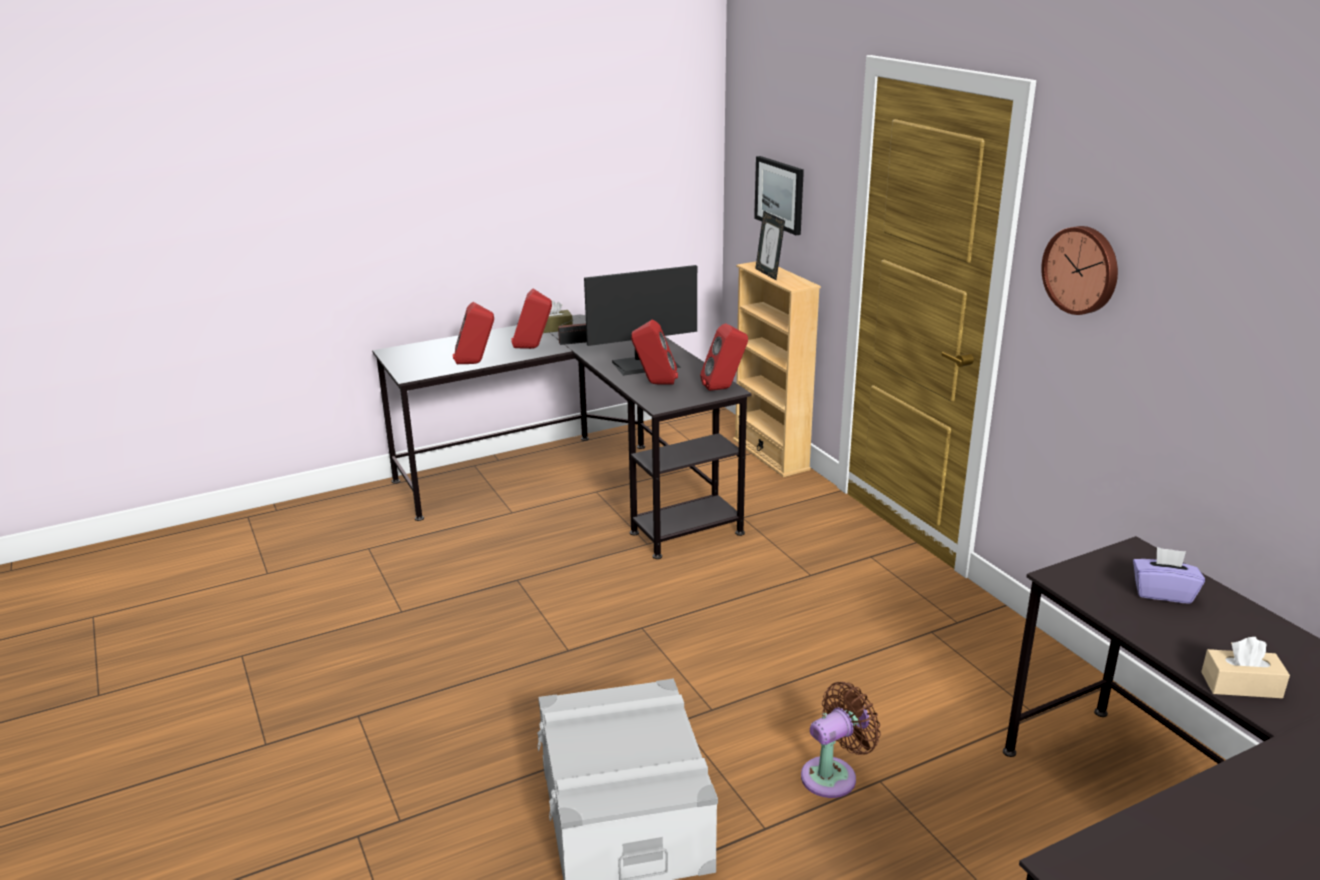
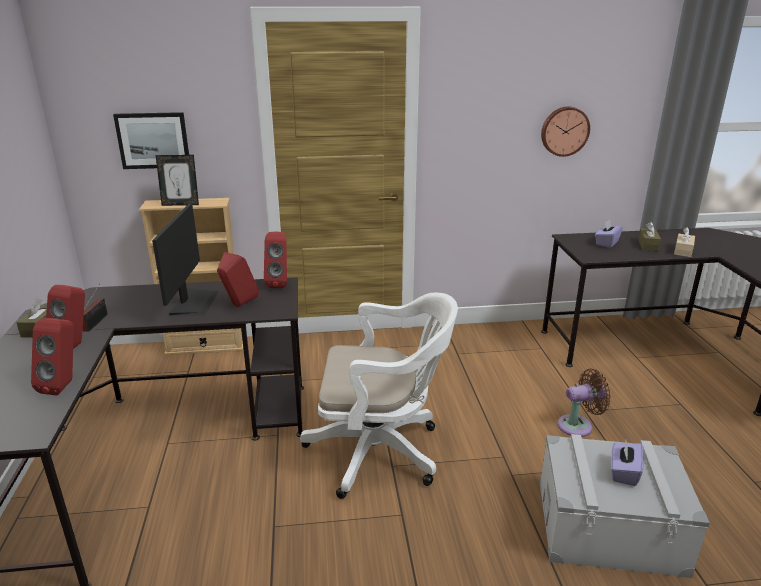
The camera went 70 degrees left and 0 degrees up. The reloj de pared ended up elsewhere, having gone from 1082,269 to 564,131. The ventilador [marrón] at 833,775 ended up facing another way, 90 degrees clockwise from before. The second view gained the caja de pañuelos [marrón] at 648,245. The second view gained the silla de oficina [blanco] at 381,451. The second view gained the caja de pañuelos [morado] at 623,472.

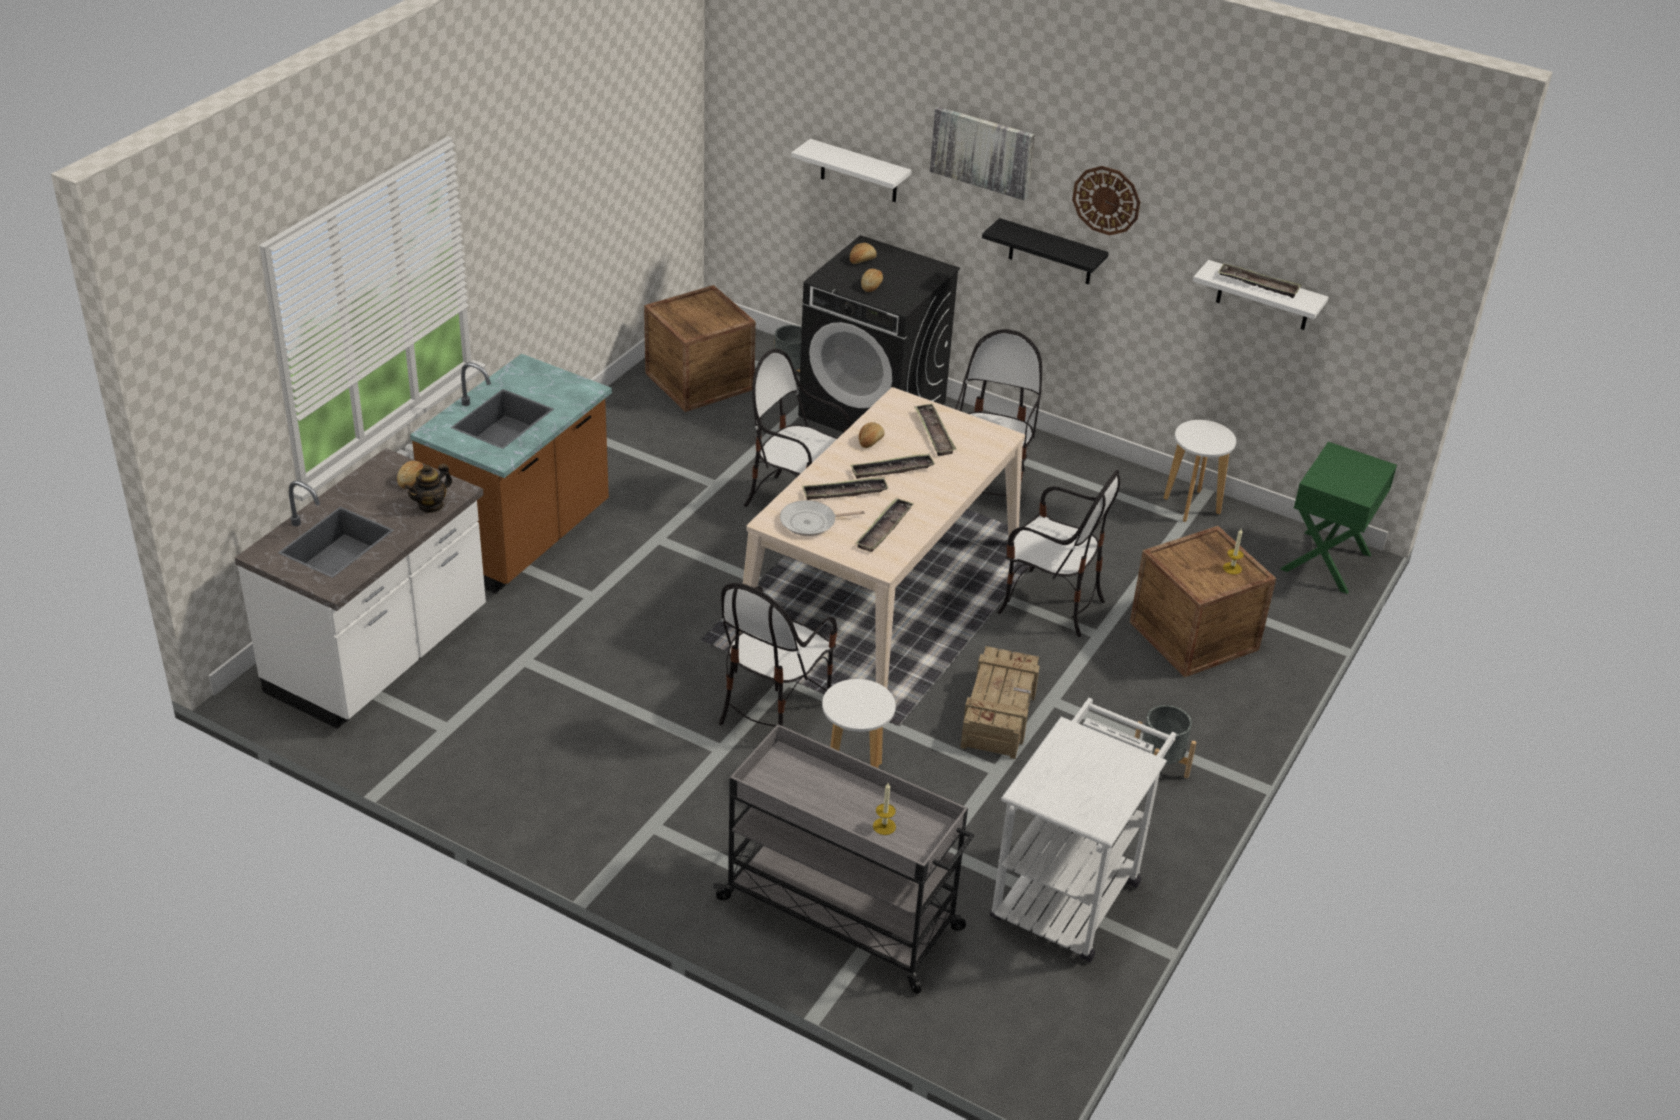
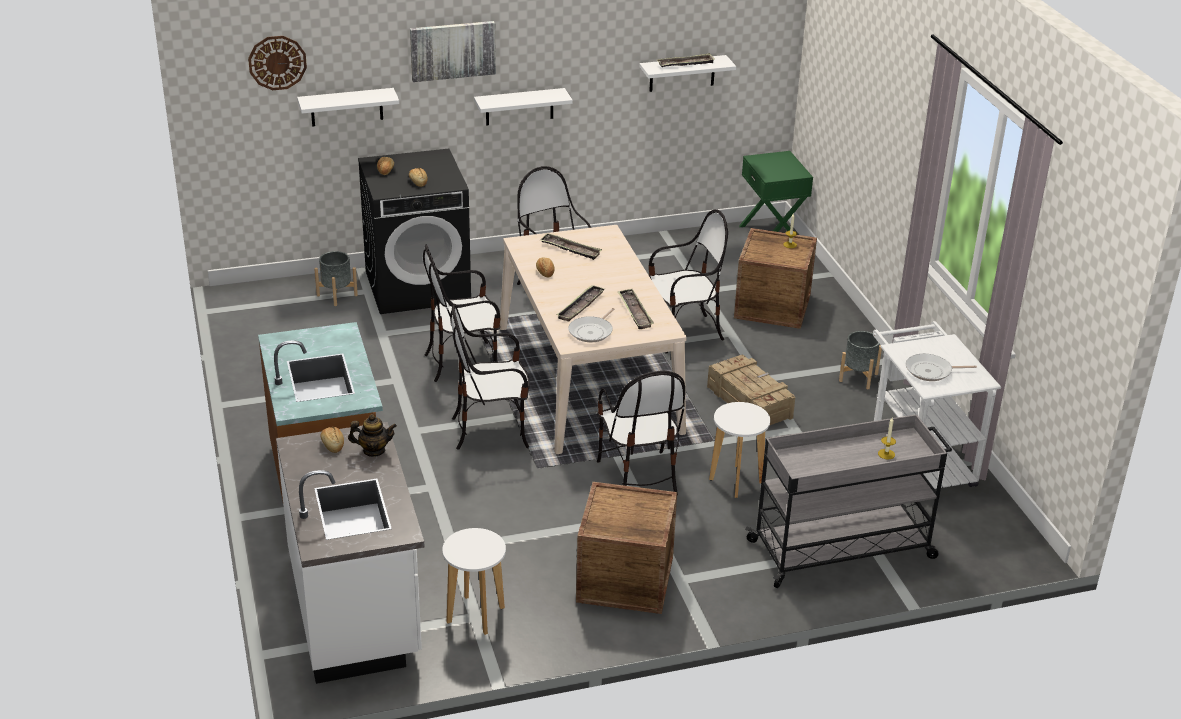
The camera went 45 degrees left and 5 degrees down. The reloj de pared ended up elsewhere, having gone from 1106,200 to 277,62. What was the estante [negro] at 1051,252 turned into the estante [blanco] at 519,107. The caja de embalaje ended up elsewhere, having gone from 699,381 to 625,579. The taburete [blanco] ended up elsewhere, having gone from 1192,506 to 475,615. The second view lost the bandeja at 892,470. The tetera at 431,505 ended up facing another way, 90 degrees counterclockwise from before. The second view gained the silla at 491,430. The second view gained the sartén at 931,371.

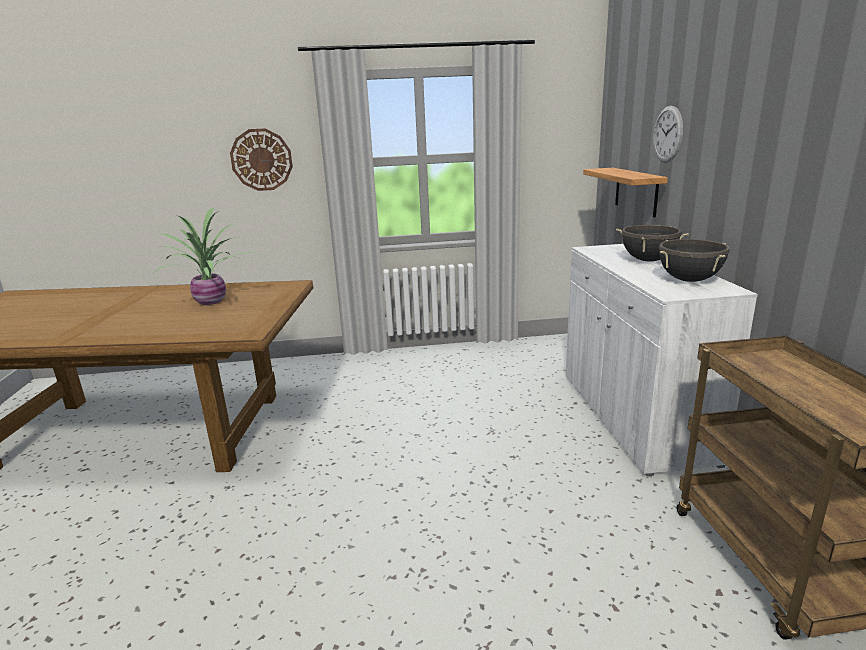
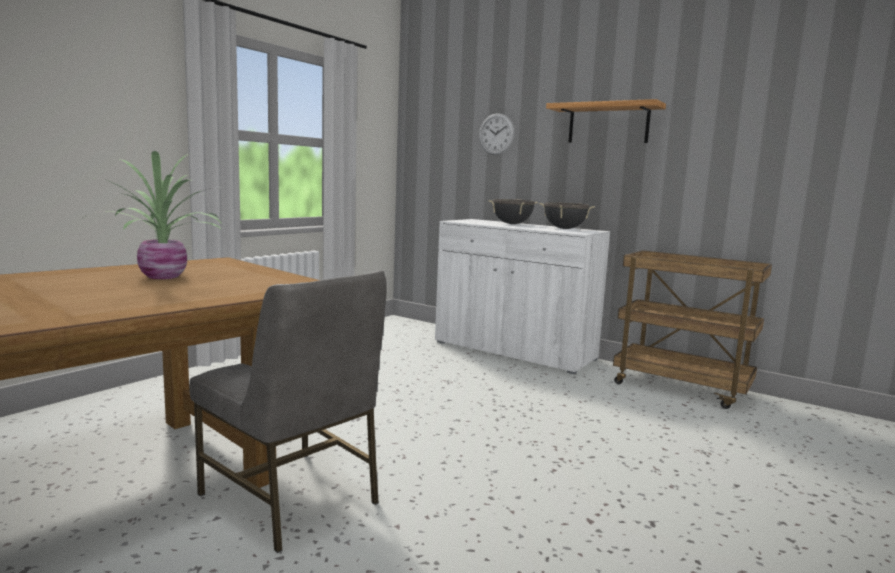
The camera went 50 degrees left and 10 degrees down. The second view lost the reloj de pared at 261,160. The estante ended up elsewhere, having gone from 636,191 to 608,124. The second view gained the silla [gris] at 292,499.

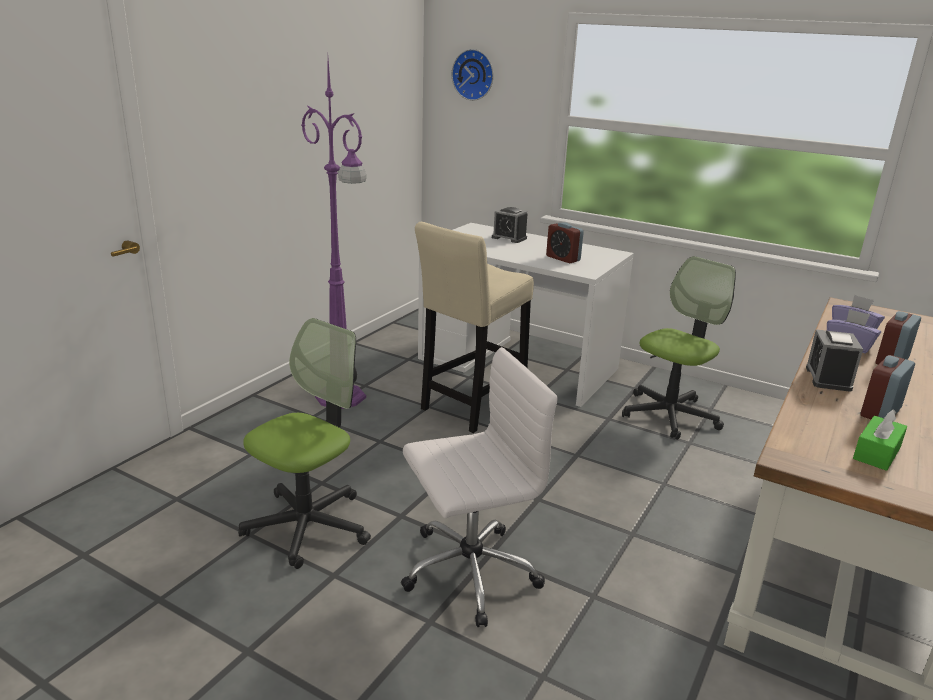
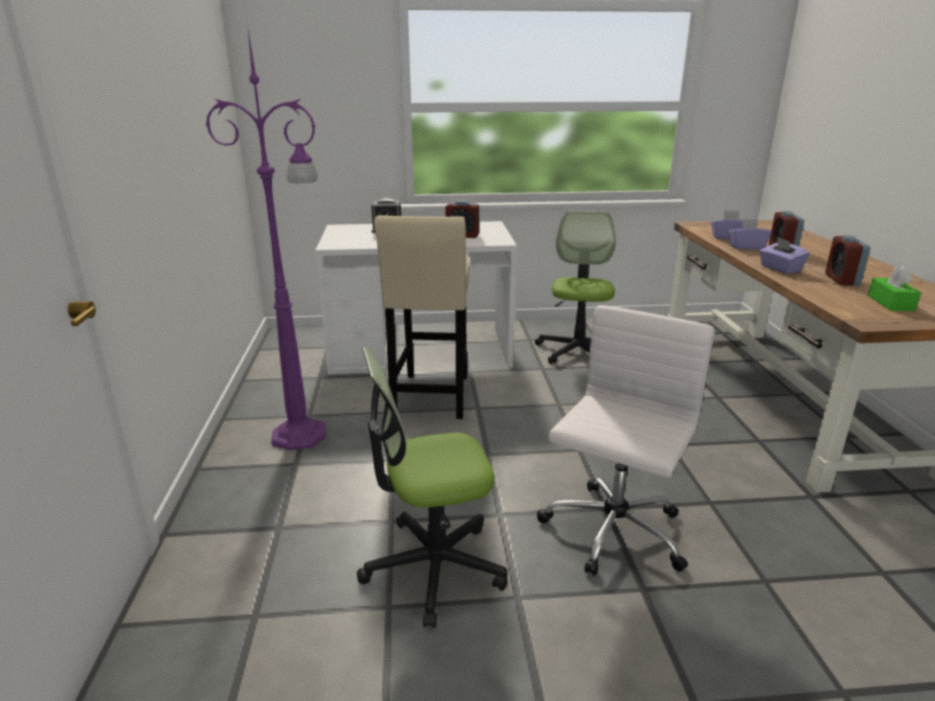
The camera went 35 degrees left and 0 degrees up. The second view lost the reloj de pared at 474,75. The silla de oficina at 308,525 ended up facing another way, 105 degrees counterclockwise from before. Where the despertador stood at 828,378, the caja de pañuelos [morado] came to stand at 780,269.

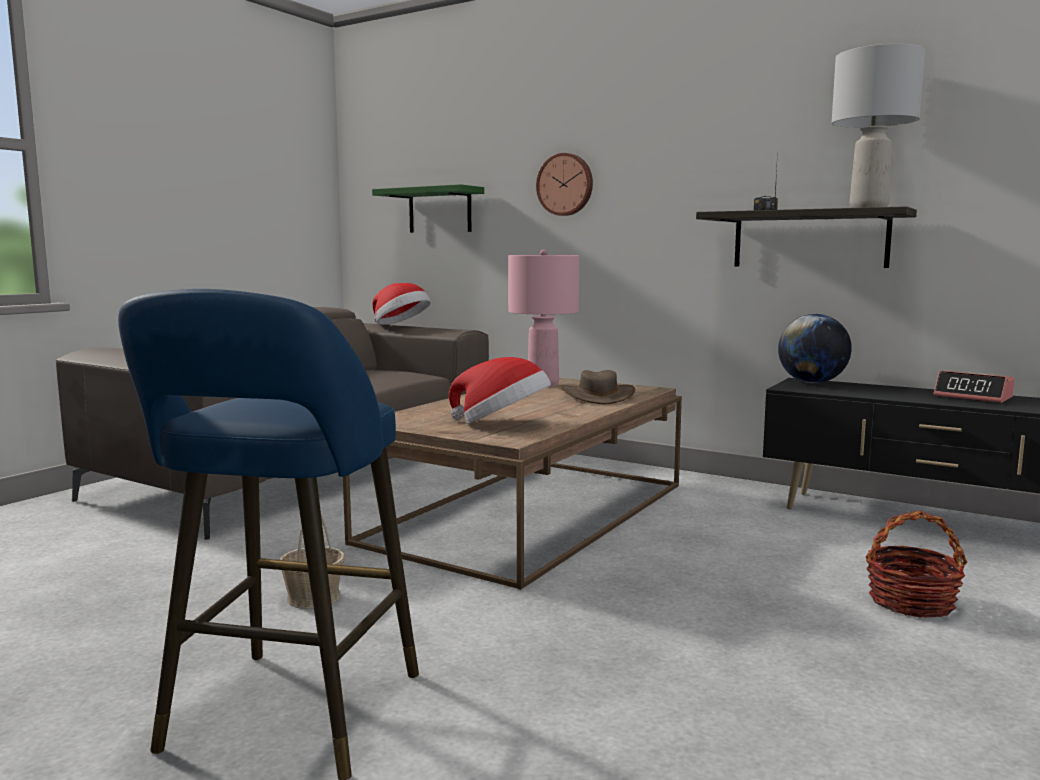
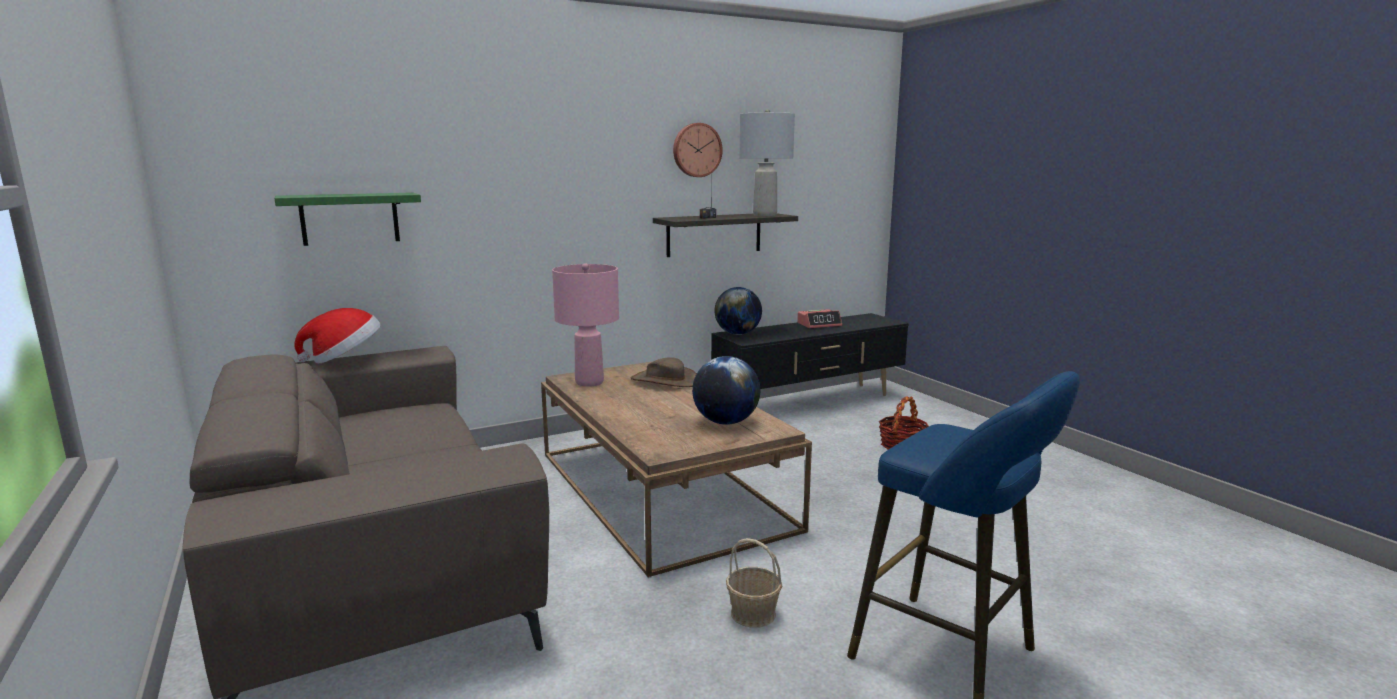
The camera went 60 degrees left and 5 degrees up. The reloj de pared ended up elsewhere, having gone from 565,184 to 696,150. Where the sombrero stood at 502,424, the globo terráqueo came to stand at 725,422.

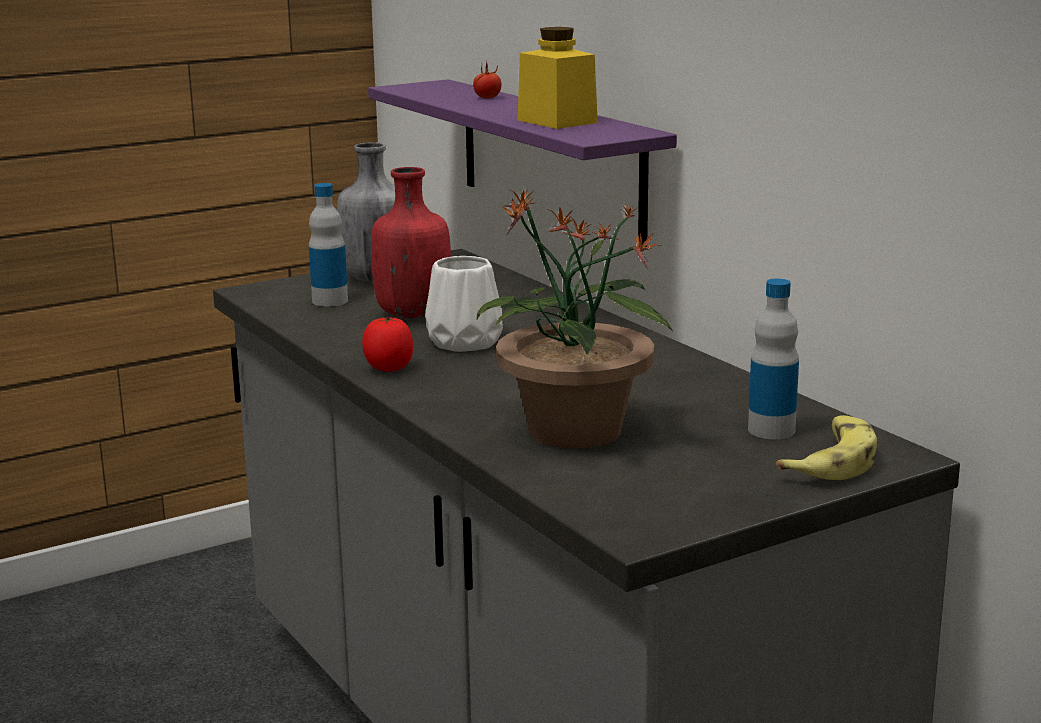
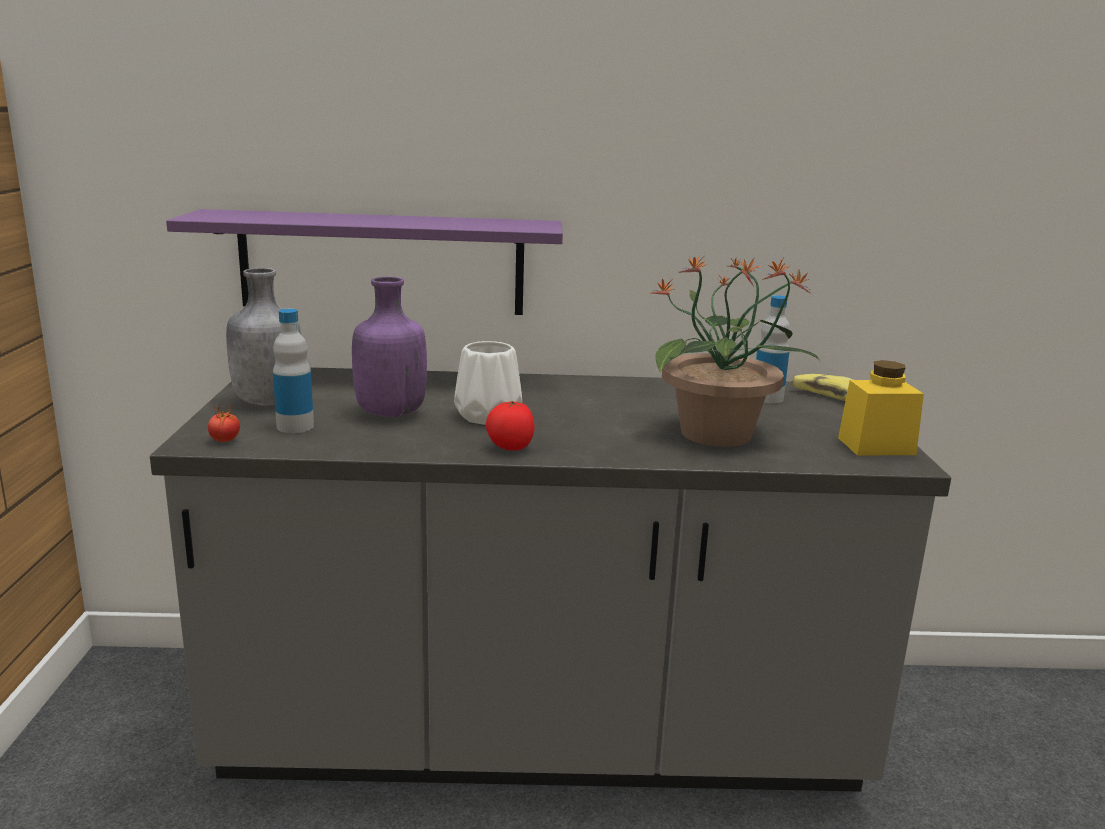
The camera went 60 degrees left and 0 degrees up. The tarro [amarillo] ended up elsewhere, having gone from 557,121 to 876,446. The tomate ended up elsewhere, having gone from 487,98 to 225,441. What was the botella [rojo] at 412,314 turned into the botella [morado] at 389,413.

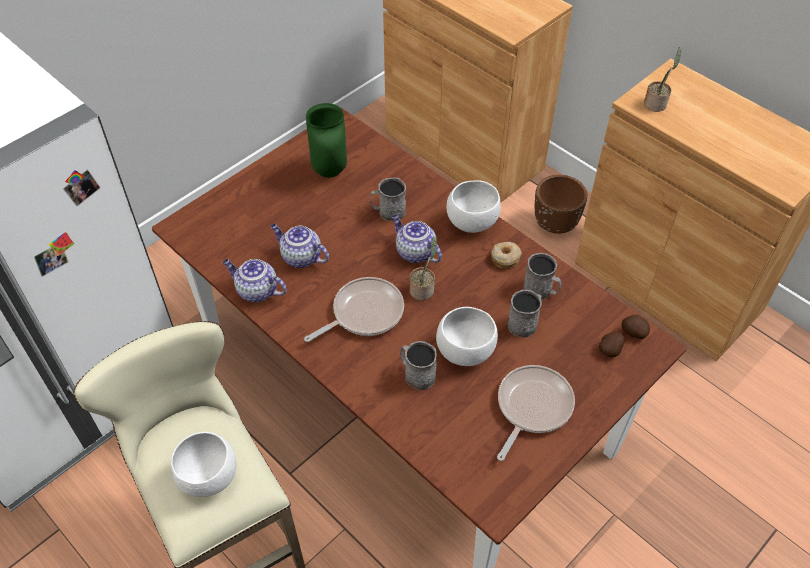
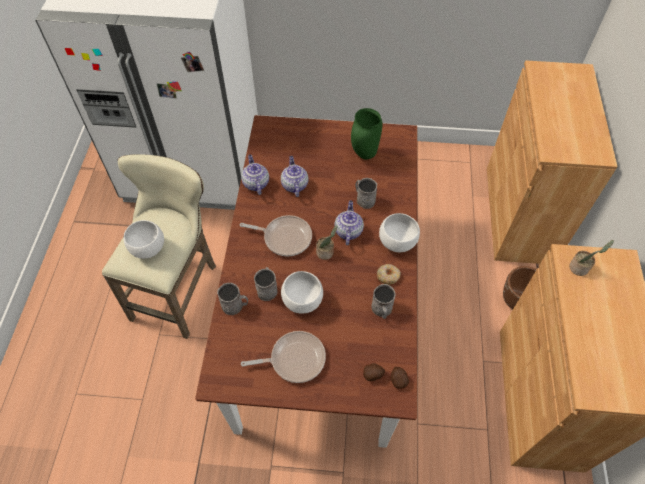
The camera went 50 degrees right and 5 degrees up. The taza grande [gris] ended up elsewhere, having gone from 525,322 to 235,306.

